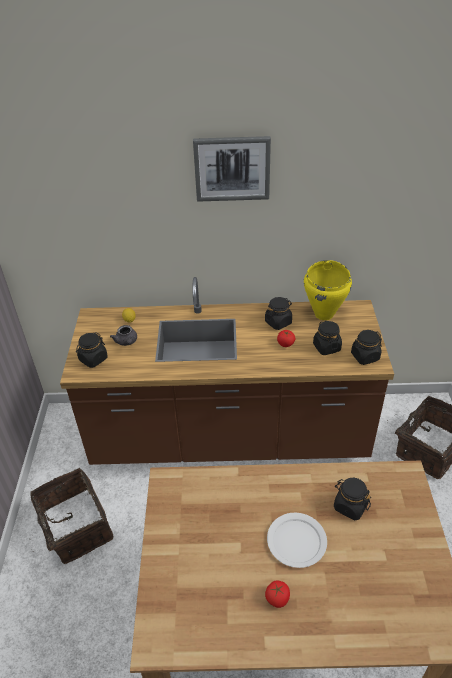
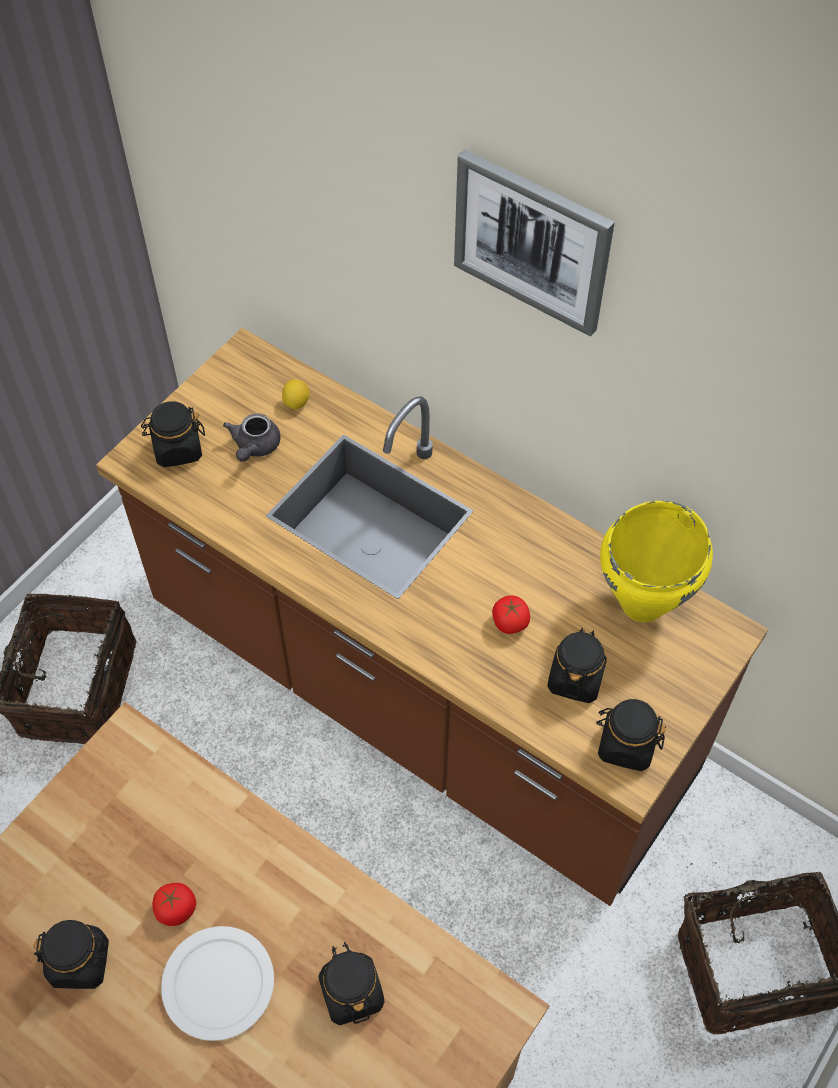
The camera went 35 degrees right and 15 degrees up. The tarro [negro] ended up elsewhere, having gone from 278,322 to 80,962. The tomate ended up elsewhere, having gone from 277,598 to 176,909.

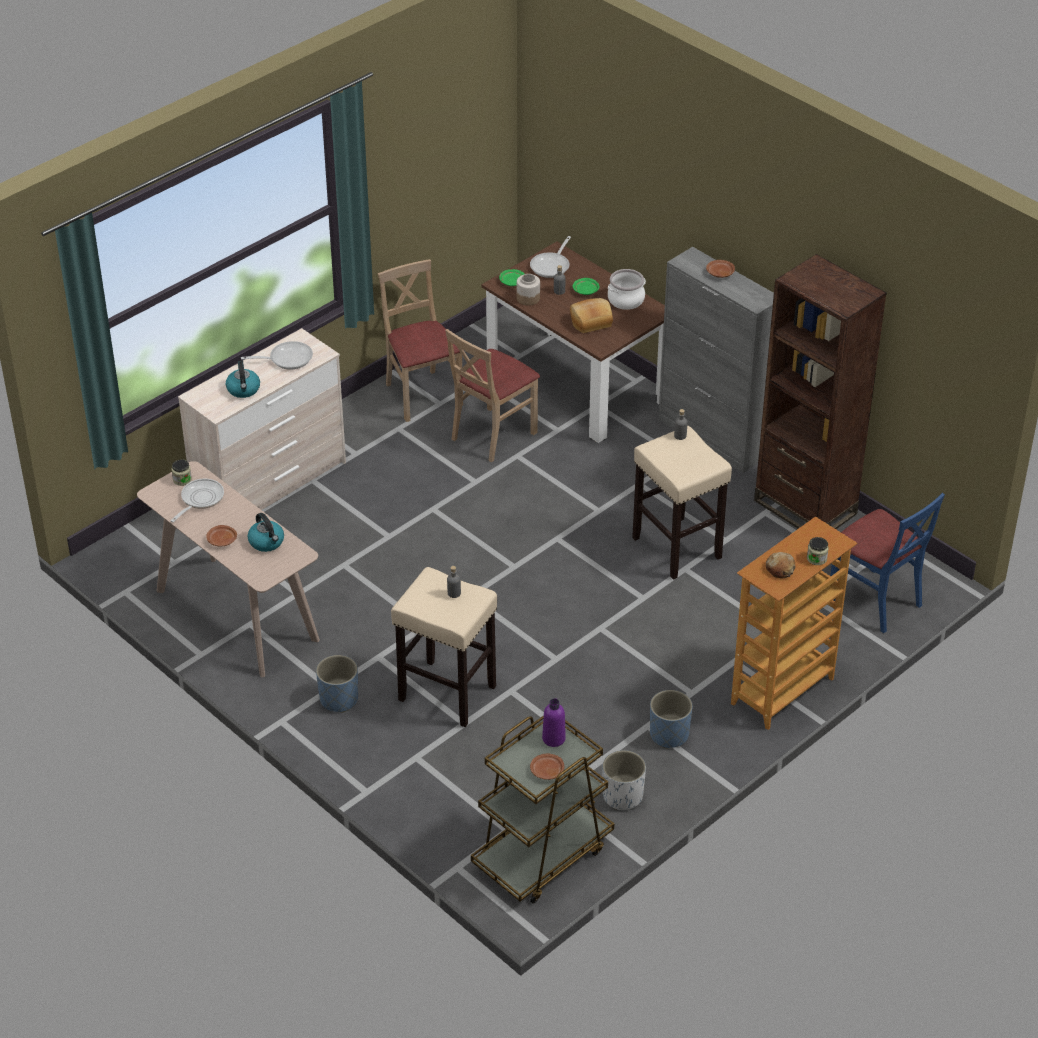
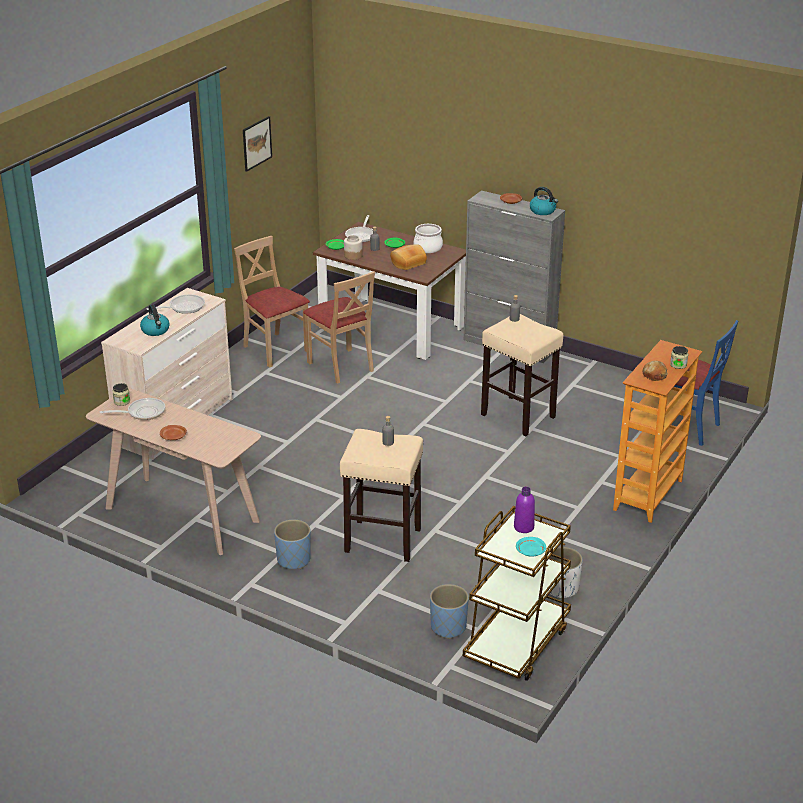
The camera went 15 degrees left and 10 degrees down. The second view lost the estantería [marrón] at 805,507. The silla [beis] at 492,434 ended up facing another way, 60 degrees counterclockwise from before. The sartén at 200,500 ended up facing another way, 60 degrees clockwise from before. The hervidor ended up elsewhere, having gone from 267,542 to 543,211. The maceta [azul] ended up elsewhere, having gone from 669,735 to 448,627. What was the plato [marrón] at 546,771 turned into the plato [turquesa] at 530,551. The second view gained the cuadro at 256,143.

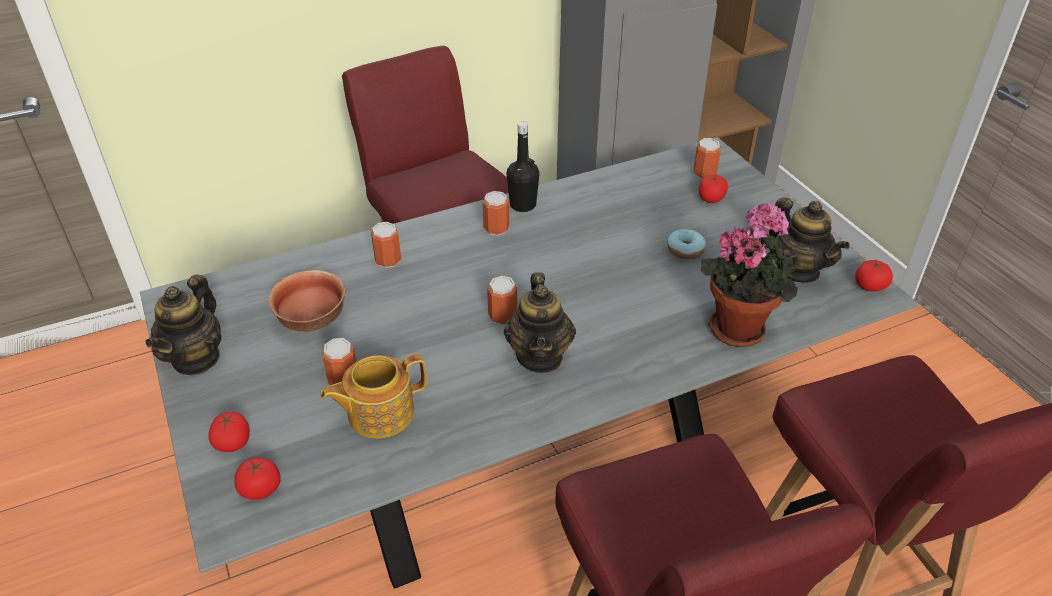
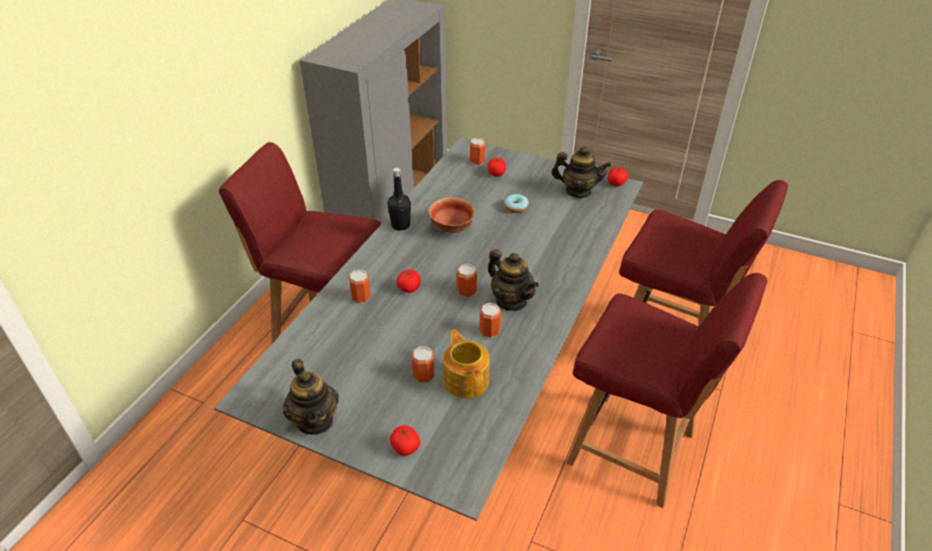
The camera went 40 degrees left and 0 degrees up. The lata ended up elsewhere, having gone from 496,228 to 489,331. The second view lost the planta en maceta at 739,326. The cuenco ended up elsewhere, having gone from 313,321 to 452,228. The tetera at 379,413 ended up facing another way, 135 degrees clockwise from before. The tomate ended up elsewhere, having gone from 261,489 to 409,288.

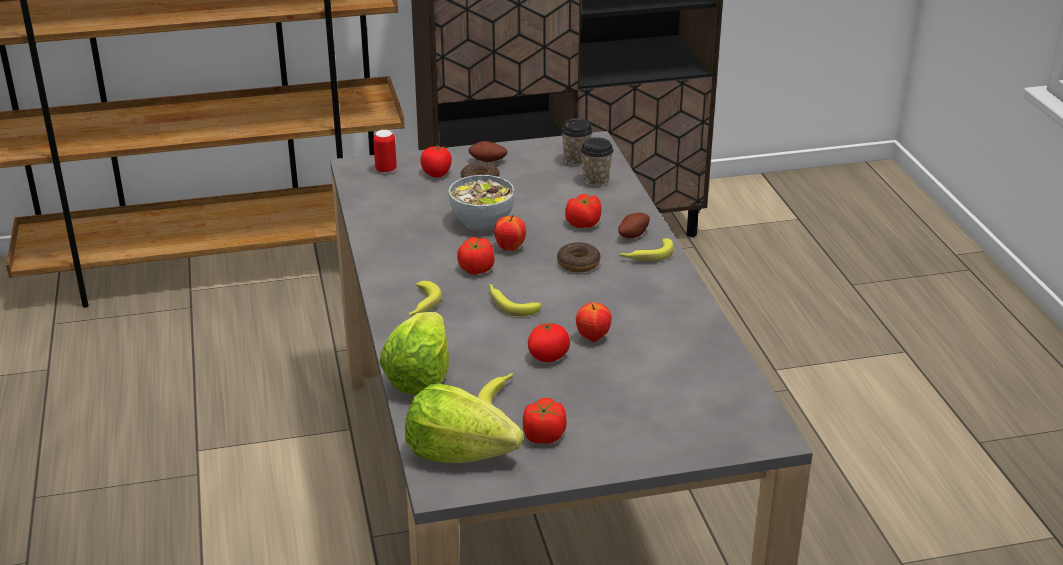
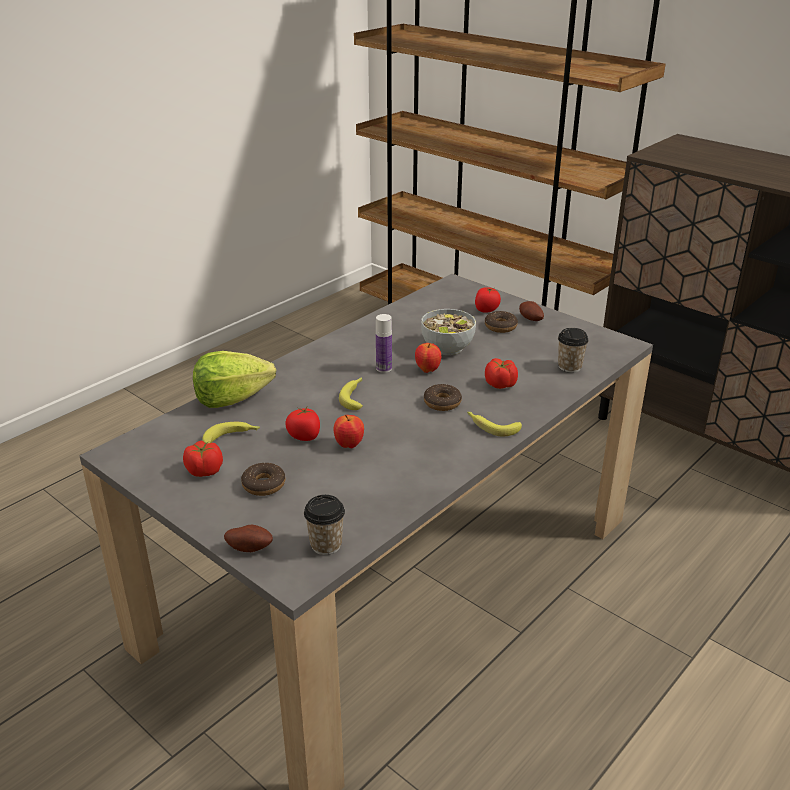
The camera went 55 degrees right and 0 degrees up. The taza ended up elsewhere, having gone from 576,160 to 326,545. The second view lost the lata at 386,170. The patata ended up elsewhere, having gone from 632,235 to 250,547. Where the tomate stood at 476,269, the botella came to stand at 384,368. The second view lost the plátano at 421,305. The second view lost the lechuga at 459,453. The second view gained the rosquilla at 264,485.

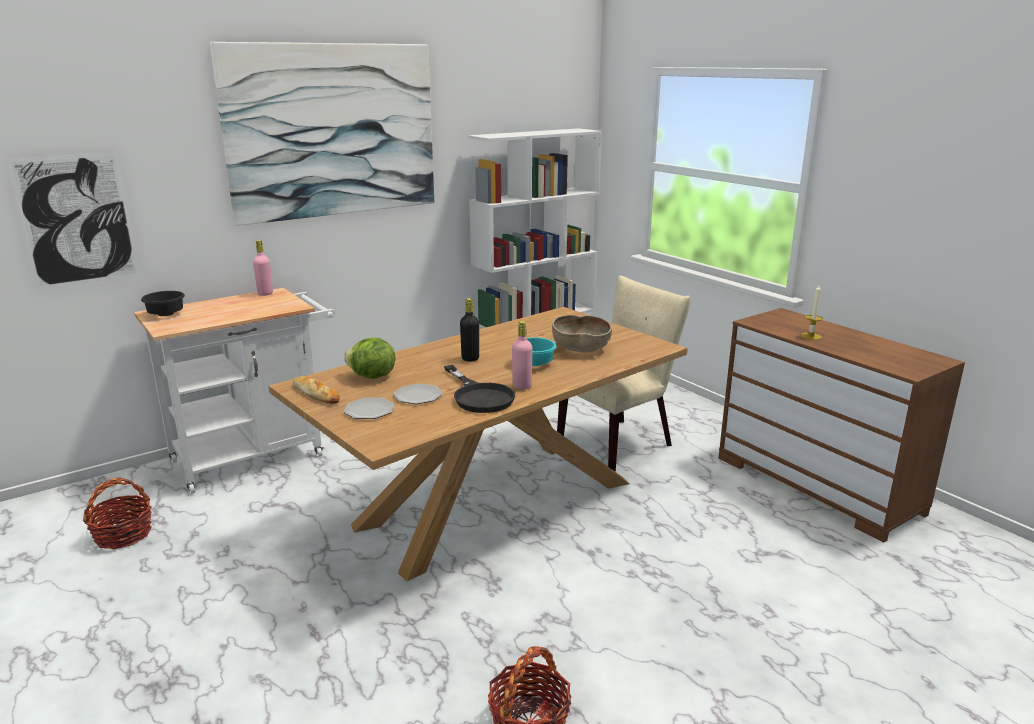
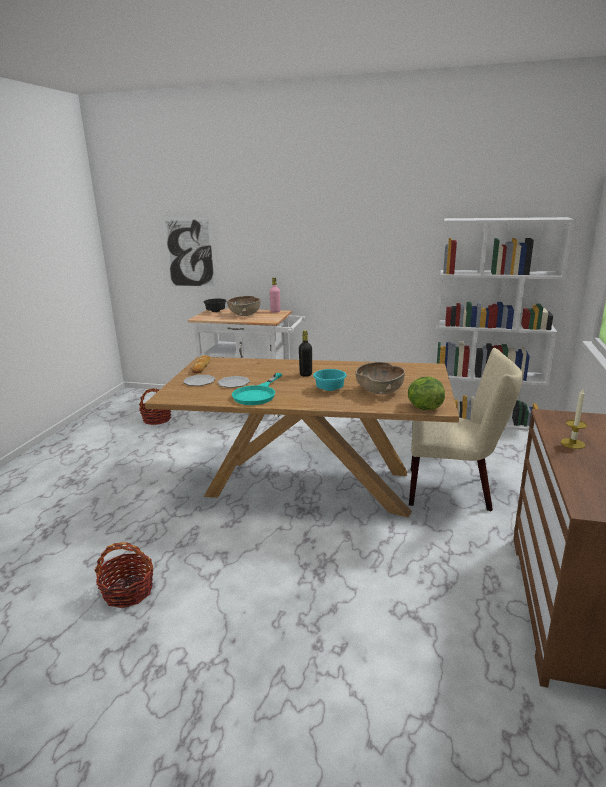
The camera went 50 degrees right and 0 degrees up. The second view lost the cuadro at 333,131. The second view lost the botella [rosa] at 522,386. The lechuga ended up elsewhere, having gone from 371,377 to 423,408. What was the sartén [negro] at 479,396 turned into the sartén [turquesa] at 258,394. The second view gained the cuenco [marrón] at 245,315.

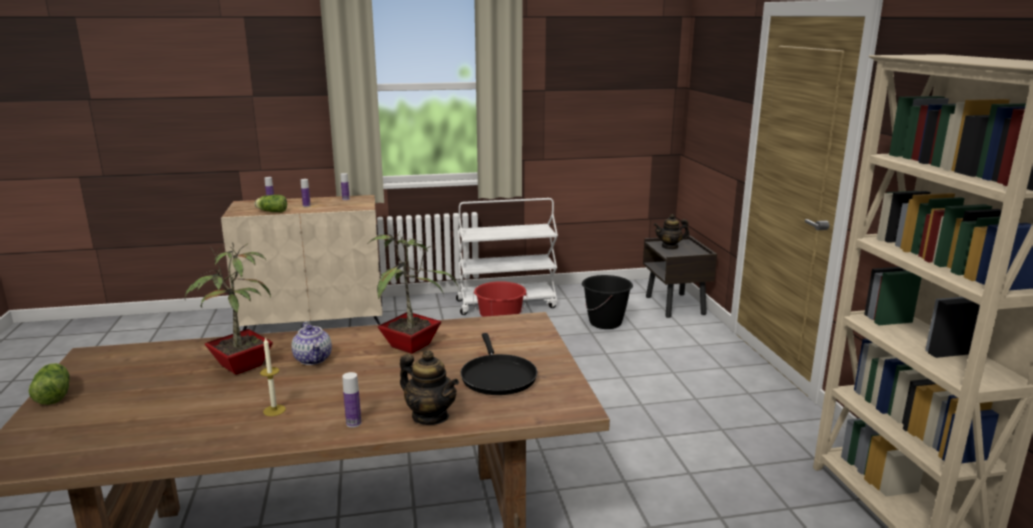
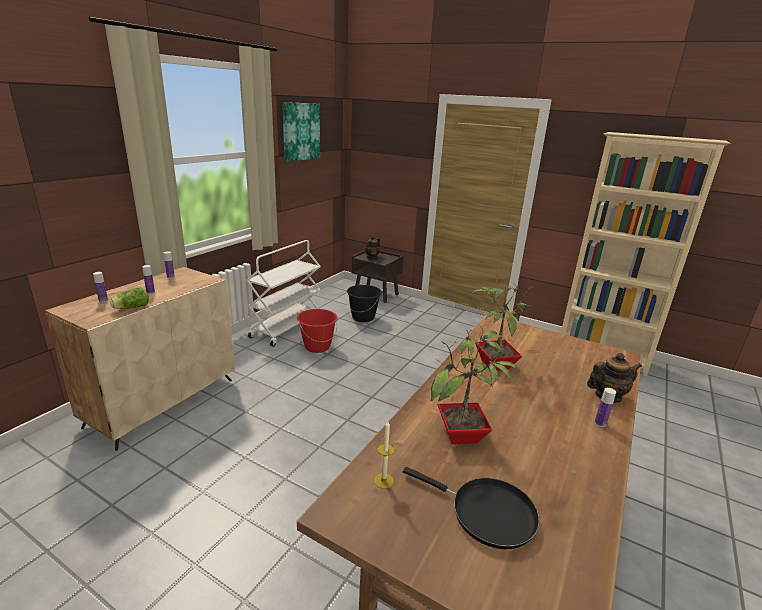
The camera went 50 degrees left and 5 degrees up. The second view lost the tetera at 313,359. The sartén [negro] ended up elsewhere, having gone from 497,376 to 487,513. The vela ended up elsewhere, having gone from 274,410 to 383,480. The second view lost the lechuga at 54,394. The second view gained the cuadro at 300,131.

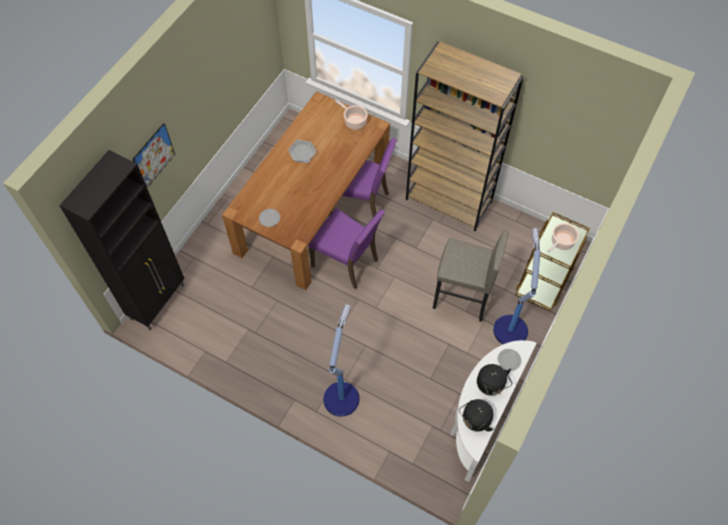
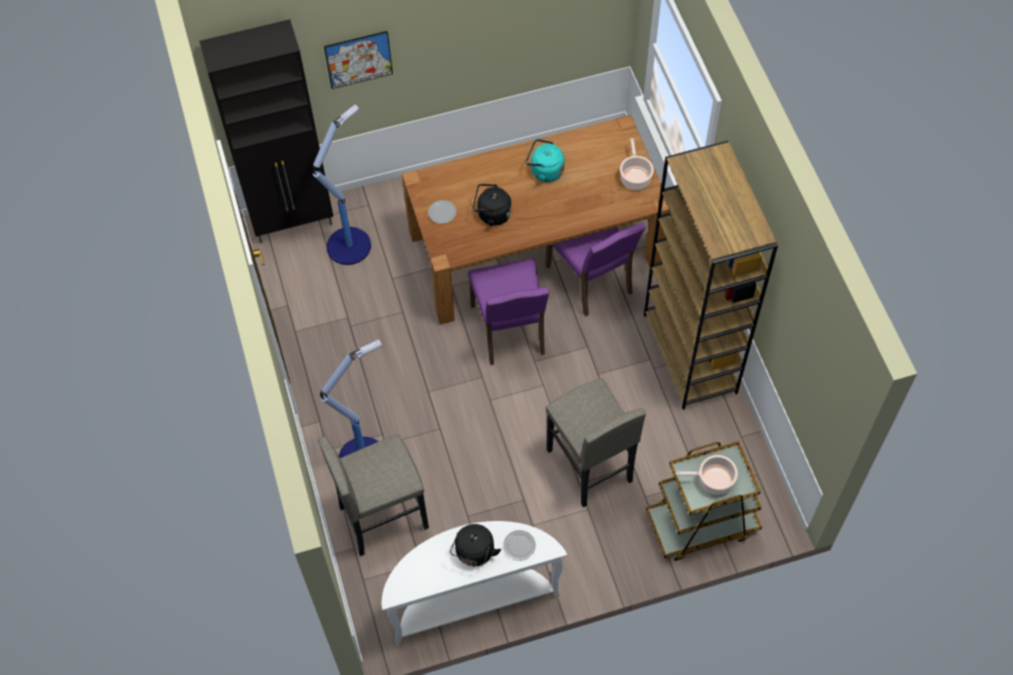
The camera went 45 degrees right and 0 degrees up. Where the sartén stood at 302,153, the hervidor [turquesa] came to stand at 544,171. The lámpara de pie ended up elsewhere, having gone from 510,329 to 350,244. The hervidor [negro] ended up elsewhere, having gone from 475,420 to 492,214. The second view gained the taburete [gris] at 383,516.

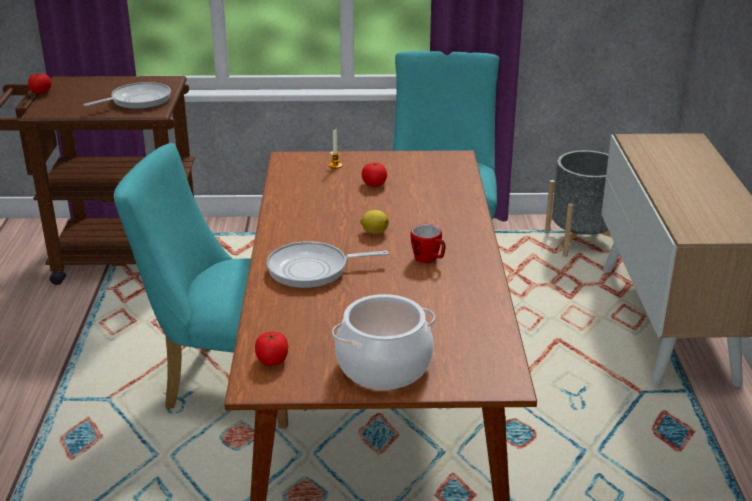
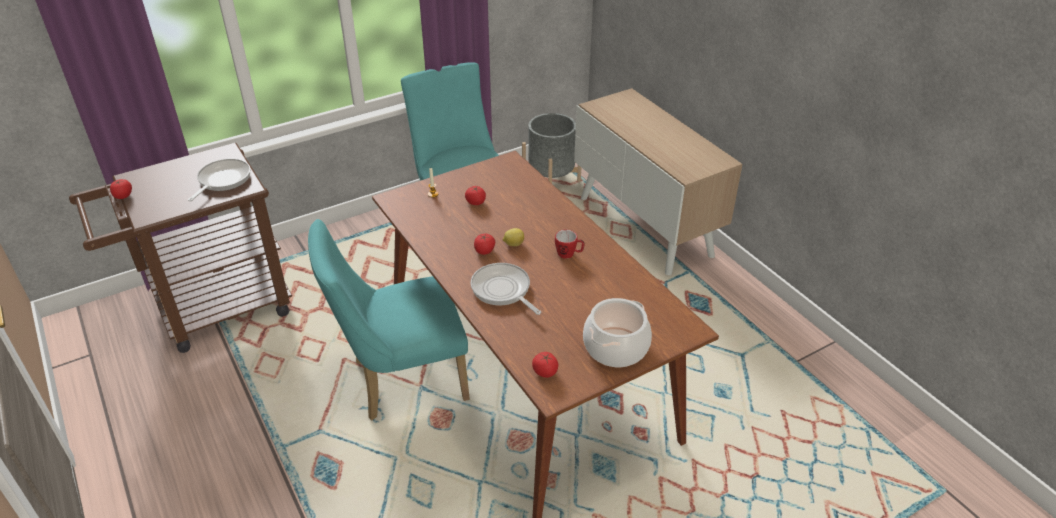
The camera went 30 degrees left and 10 degrees up. The sartén at 313,270 ended up facing another way, 90 degrees clockwise from before. The second view gained the tomate at 484,251.

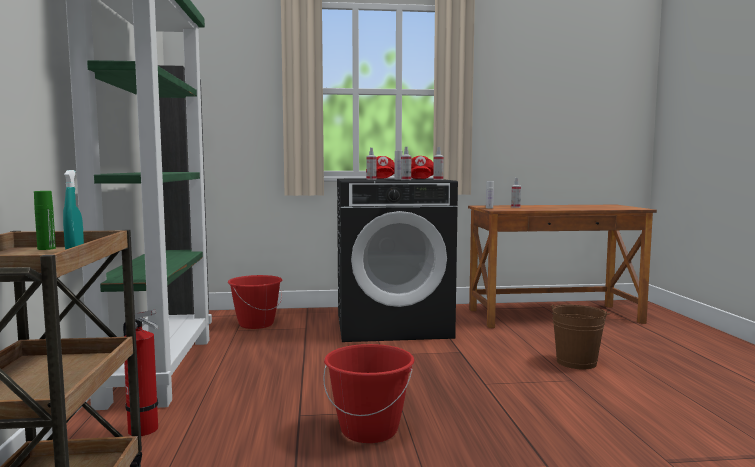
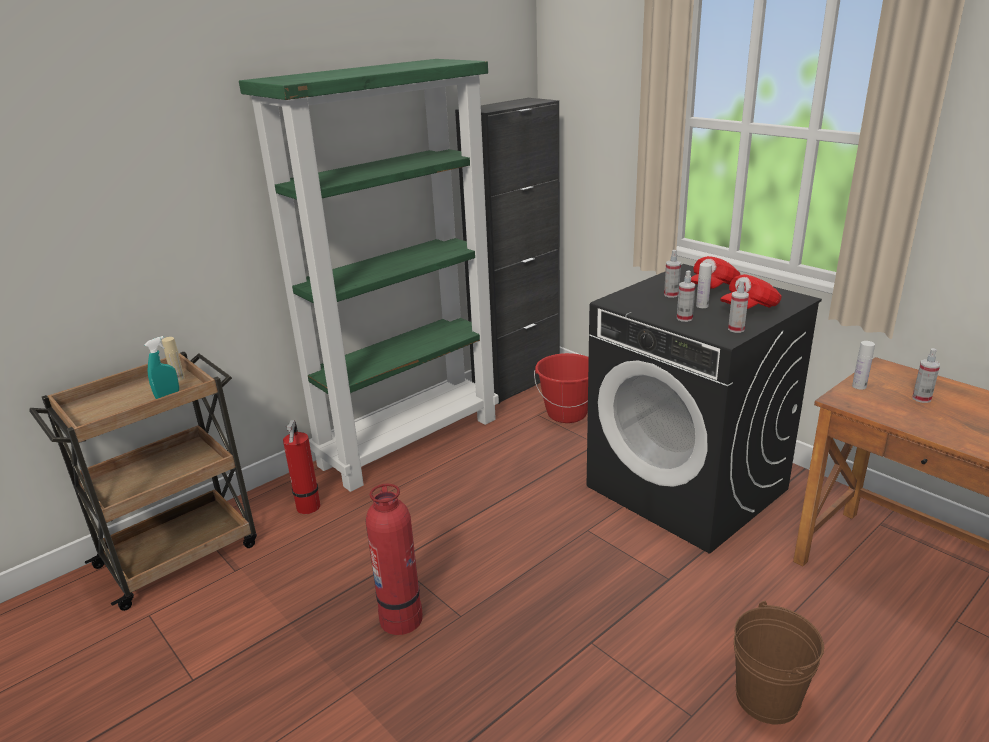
The camera went 55 degrees right and 20 degrees up. What was the botella [verde] at 46,248 turned into the botella [beis] at 178,378. Where the cubo [rojo] stood at 369,430, the extintor came to stand at 401,617.

